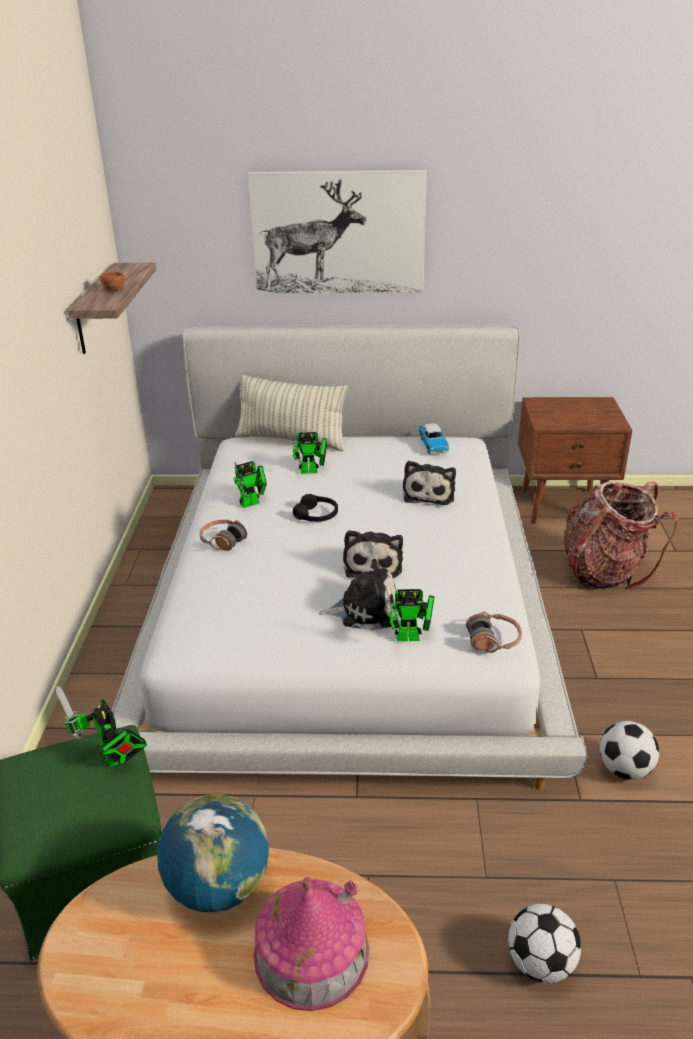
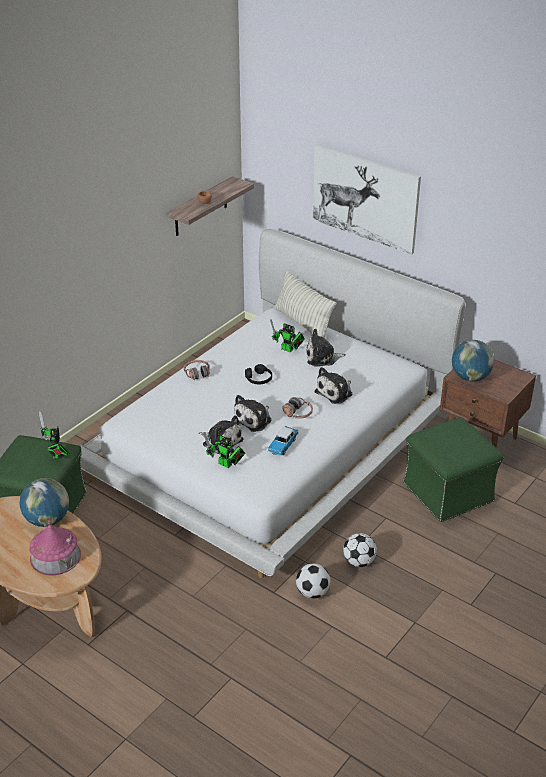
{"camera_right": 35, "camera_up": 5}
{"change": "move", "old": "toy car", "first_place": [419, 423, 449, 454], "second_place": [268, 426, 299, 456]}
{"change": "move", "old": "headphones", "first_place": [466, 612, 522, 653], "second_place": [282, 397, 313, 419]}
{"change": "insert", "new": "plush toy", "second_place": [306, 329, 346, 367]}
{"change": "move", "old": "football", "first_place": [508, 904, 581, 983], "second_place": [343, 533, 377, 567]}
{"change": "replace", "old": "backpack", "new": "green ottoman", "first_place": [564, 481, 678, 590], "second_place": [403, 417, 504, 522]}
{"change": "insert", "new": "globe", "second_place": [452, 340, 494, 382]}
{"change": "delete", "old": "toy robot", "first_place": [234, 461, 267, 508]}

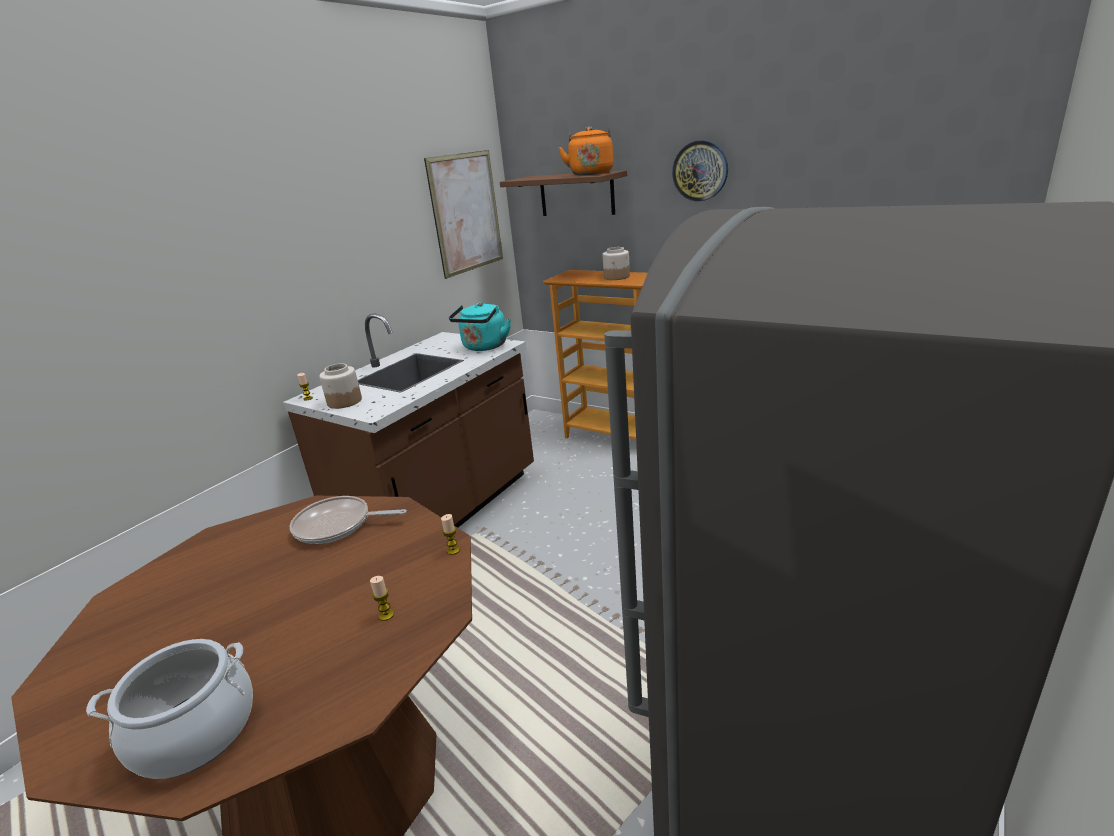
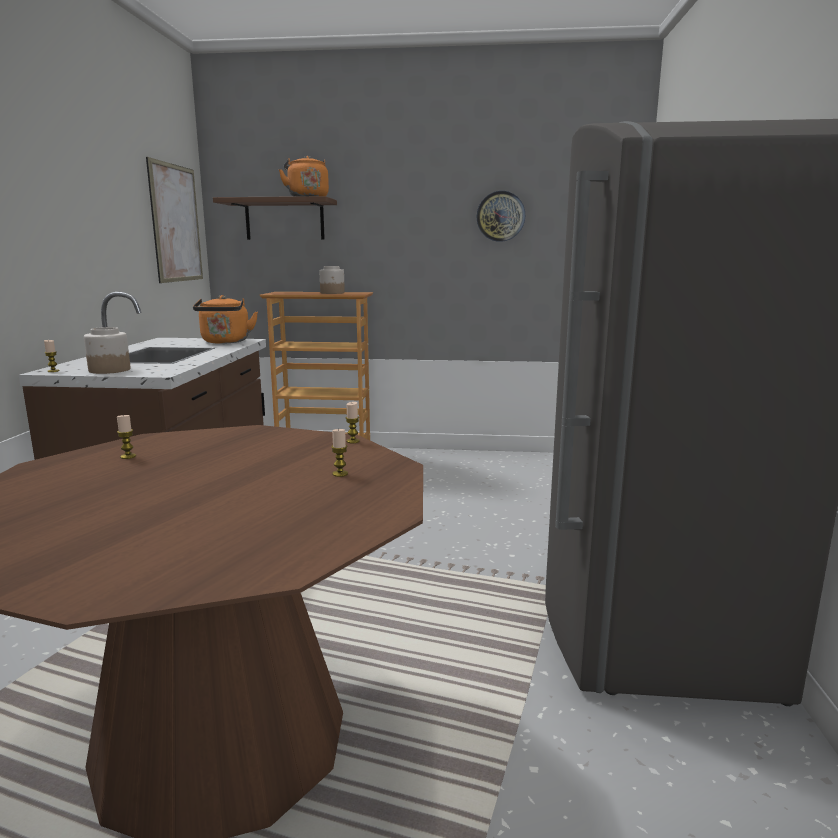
{"camera_right": -30, "camera_up": -10}
{"change": "insert", "new": "candle", "second_place": [117, 415, 136, 459]}
{"change": "recolor", "old": "turquoise kettle", "new": "orange kettle", "first_place": [449, 302, 511, 351], "second_place": [193, 295, 258, 344]}
{"change": "move", "old": "wall clock", "first_place": [672, 140, 728, 201], "second_place": [477, 191, 525, 242]}
{"change": "delete", "old": "cooking pot", "first_place": [86, 639, 253, 779]}
{"change": "delete", "old": "frying pan", "first_place": [290, 496, 407, 544]}

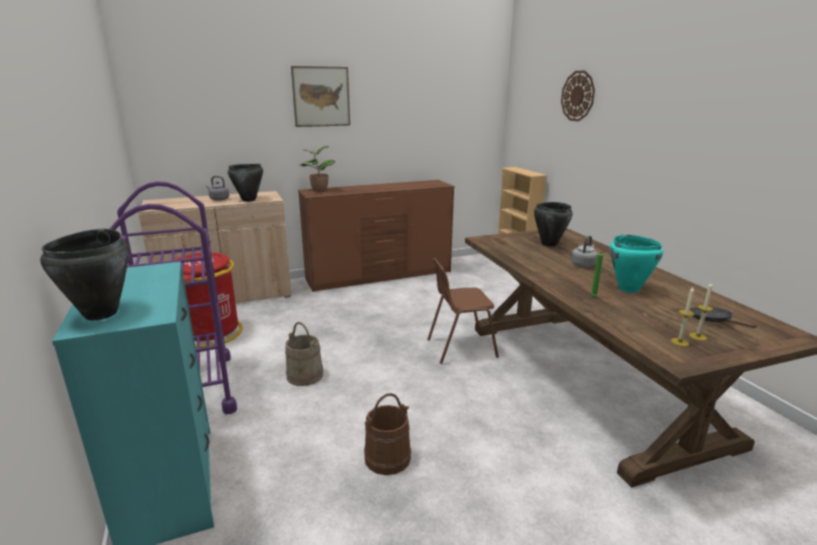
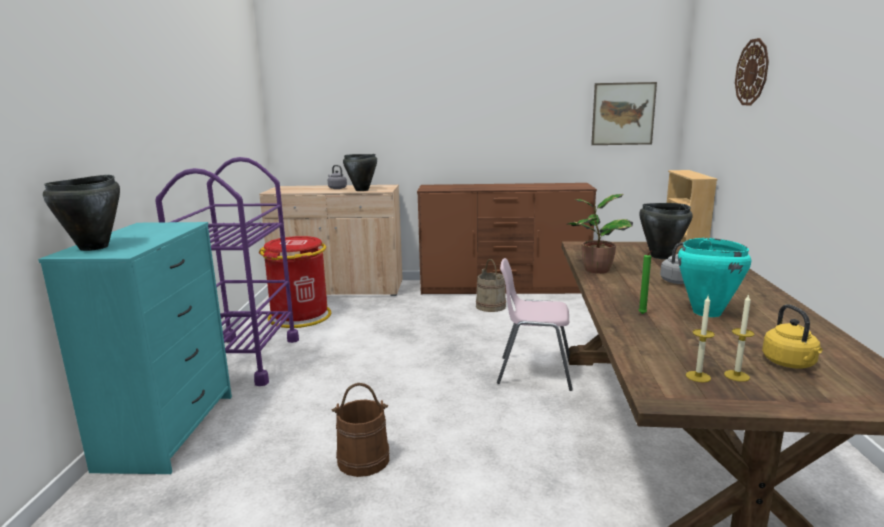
{"camera_right": 25, "camera_up": -5}
{"change": "move", "old": "beige bucket", "first_place": [285, 322, 323, 386], "second_place": [476, 259, 506, 312]}
{"change": "recolor", "old": "brown chair", "new": "pink chair", "first_place": [427, 258, 499, 364], "second_place": [497, 258, 573, 391]}
{"change": "move", "old": "potted plant", "first_place": [300, 146, 335, 192], "second_place": [567, 194, 633, 274]}
{"change": "move", "old": "picture", "first_place": [291, 66, 350, 127], "second_place": [591, 82, 657, 145]}
{"change": "replace", "old": "black frying pan", "new": "yellow kettle", "first_place": [690, 307, 757, 328], "second_place": [762, 304, 823, 369]}

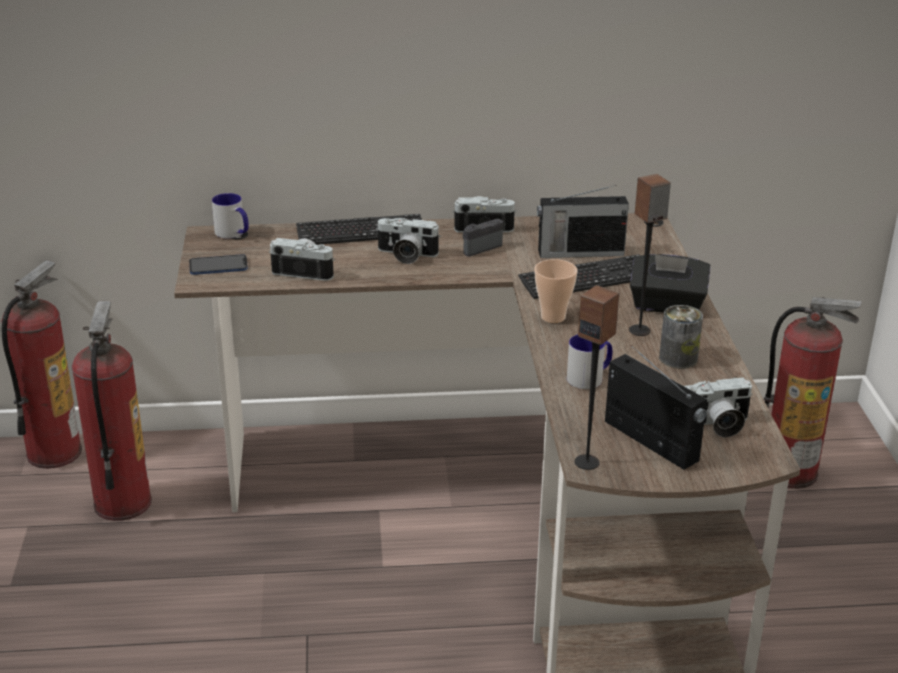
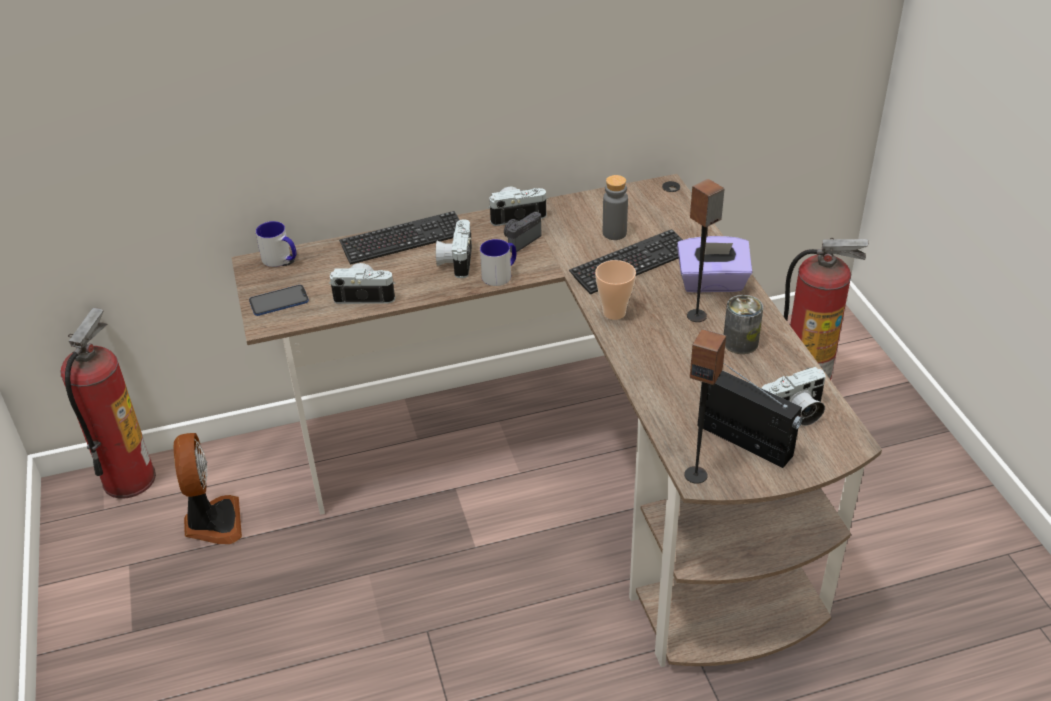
{"camera_right": -10, "camera_up": 10}
{"change": "replace", "old": "fire extinguisher", "new": "fan", "first_place": [72, 301, 152, 521], "second_place": [173, 433, 242, 544]}
{"change": "rotate", "old": "photo camera", "first_place": [376, 218, 441, 264], "second_place": [436, 219, 472, 278], "degrees": 90}
{"change": "move", "old": "mug", "first_place": [567, 334, 612, 389], "second_place": [480, 239, 516, 286]}
{"change": "replace", "old": "radio", "new": "grey bottle", "first_place": [537, 185, 629, 258], "second_place": [603, 175, 628, 240]}
{"change": "recolor", "old": "black tissue box", "new": "purple tissue box", "first_place": [630, 254, 711, 313], "second_place": [677, 236, 753, 293]}

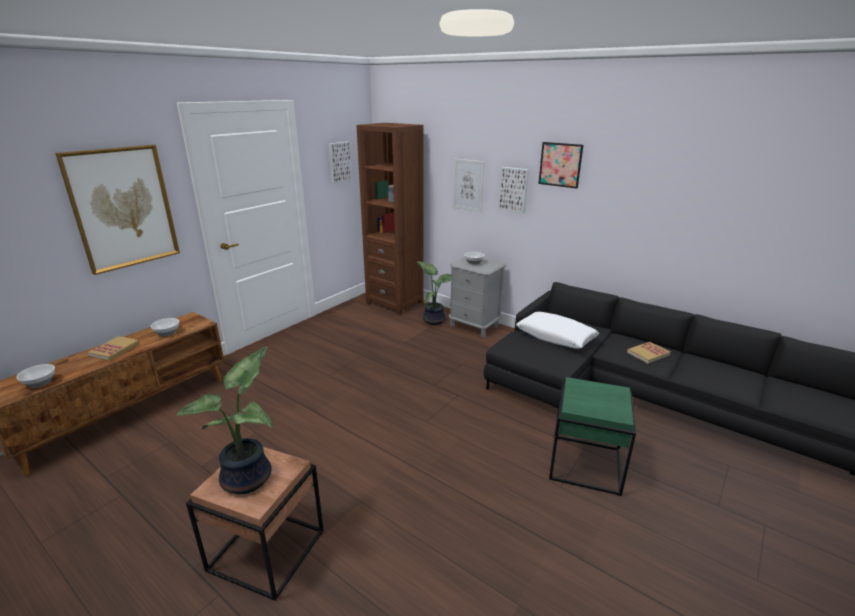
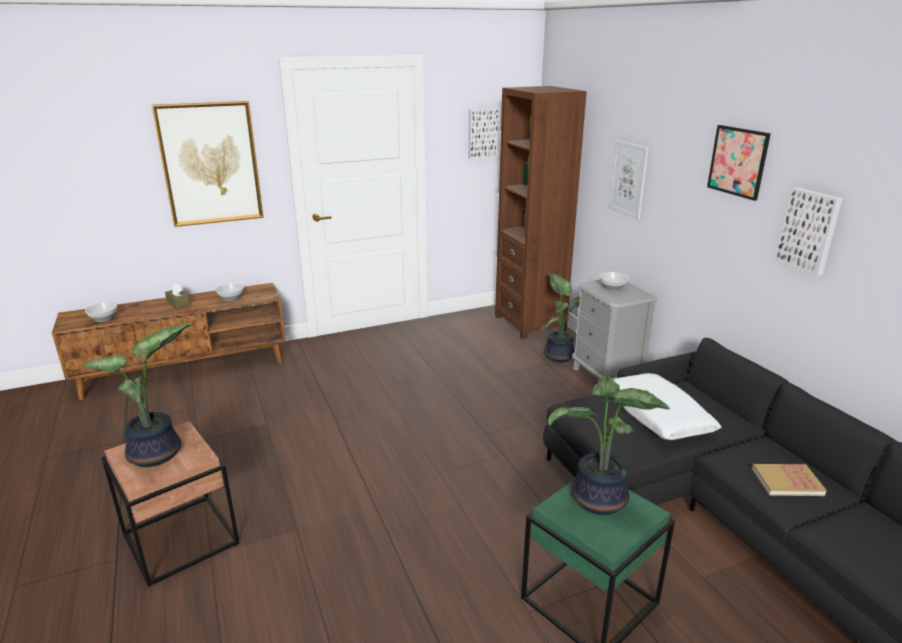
{"camera_right": 30, "camera_up": 0}
{"change": "replace", "old": "book", "new": "brown tissue box", "first_place": [88, 336, 140, 361], "second_place": [165, 283, 190, 310]}
{"change": "insert", "new": "potted plant", "second_place": [548, 376, 670, 515]}
{"change": "move", "old": "picture", "first_place": [499, 167, 529, 213], "second_place": [775, 187, 843, 276]}

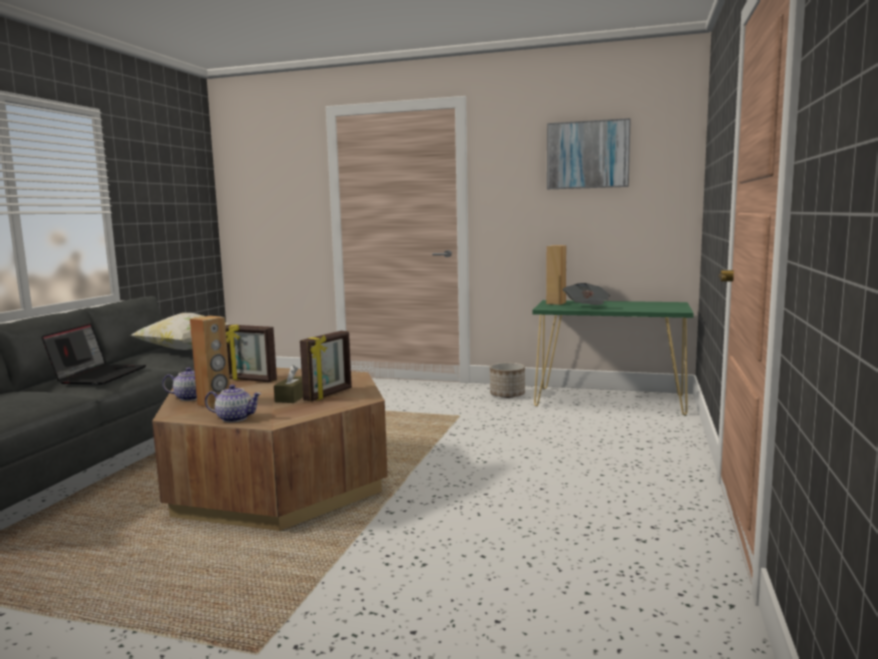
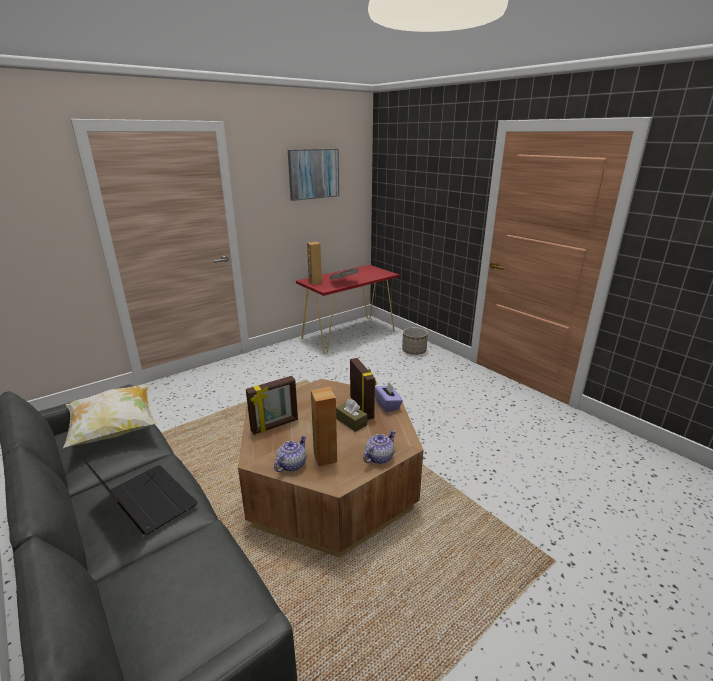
{"camera_right": -55, "camera_up": 15}
{"change": "recolor", "old": "green console table", "new": "red console table", "first_place": [532, 300, 694, 415], "second_place": [296, 265, 399, 354]}
{"change": "insert", "new": "purple tissue box", "second_place": [375, 382, 403, 412]}
{"change": "move", "old": "planter", "first_place": [490, 363, 525, 398], "second_place": [402, 327, 428, 355]}

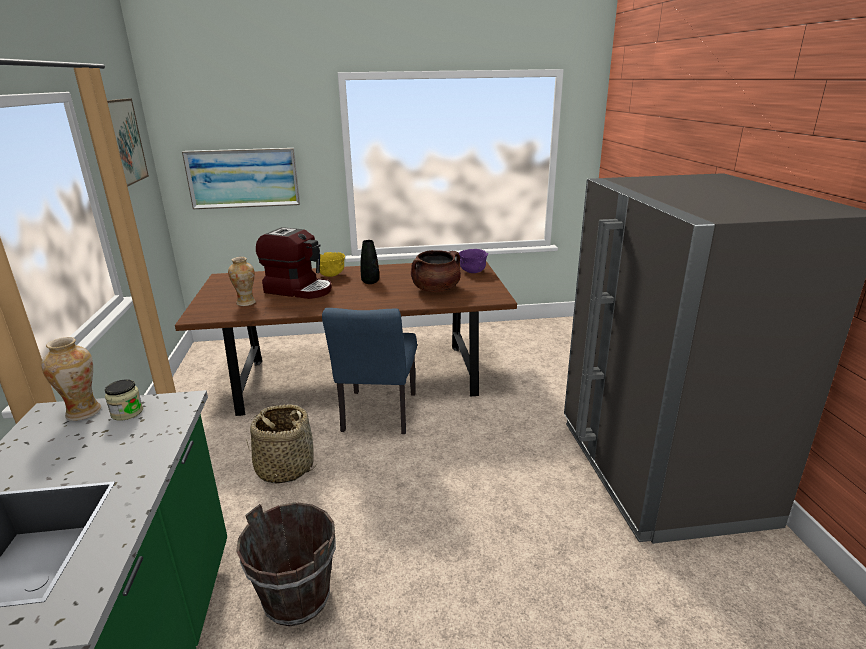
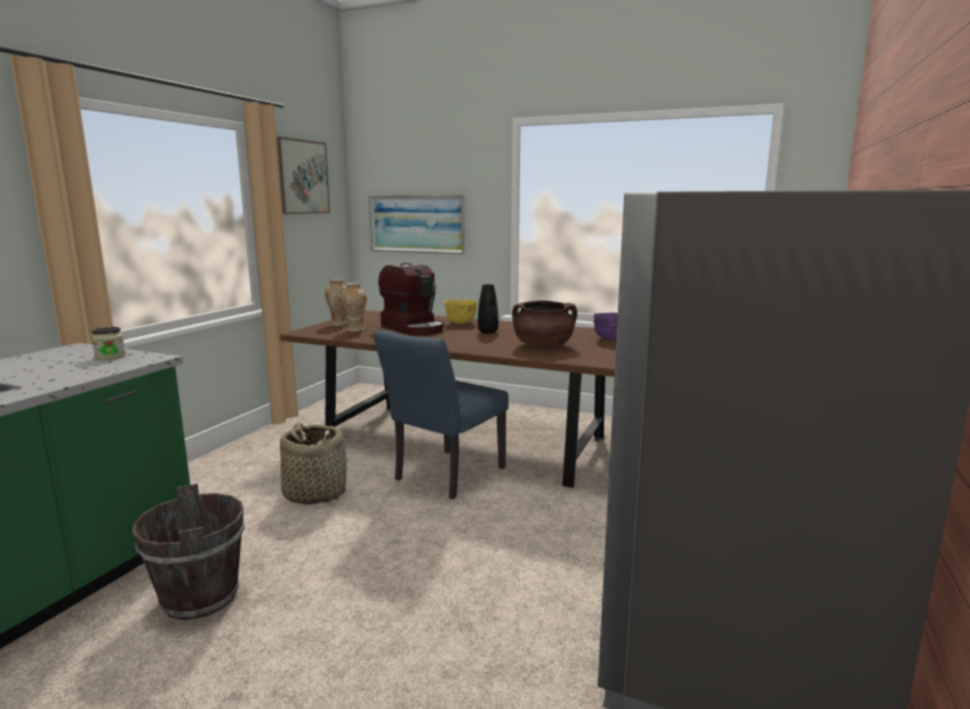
{"camera_right": 30, "camera_up": -10}
{"change": "move", "old": "vase", "first_place": [41, 337, 101, 421], "second_place": [325, 279, 348, 326]}

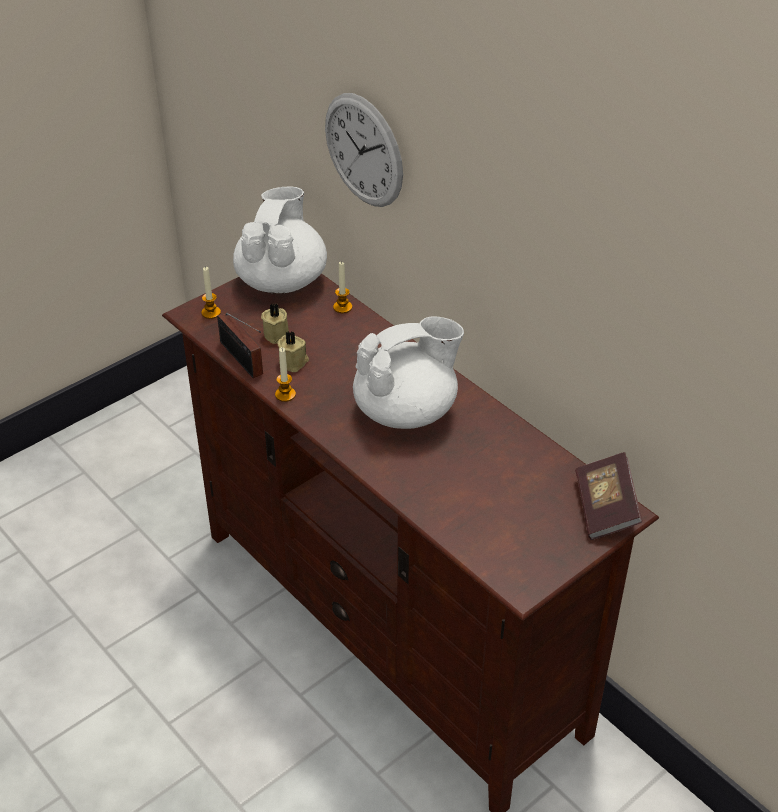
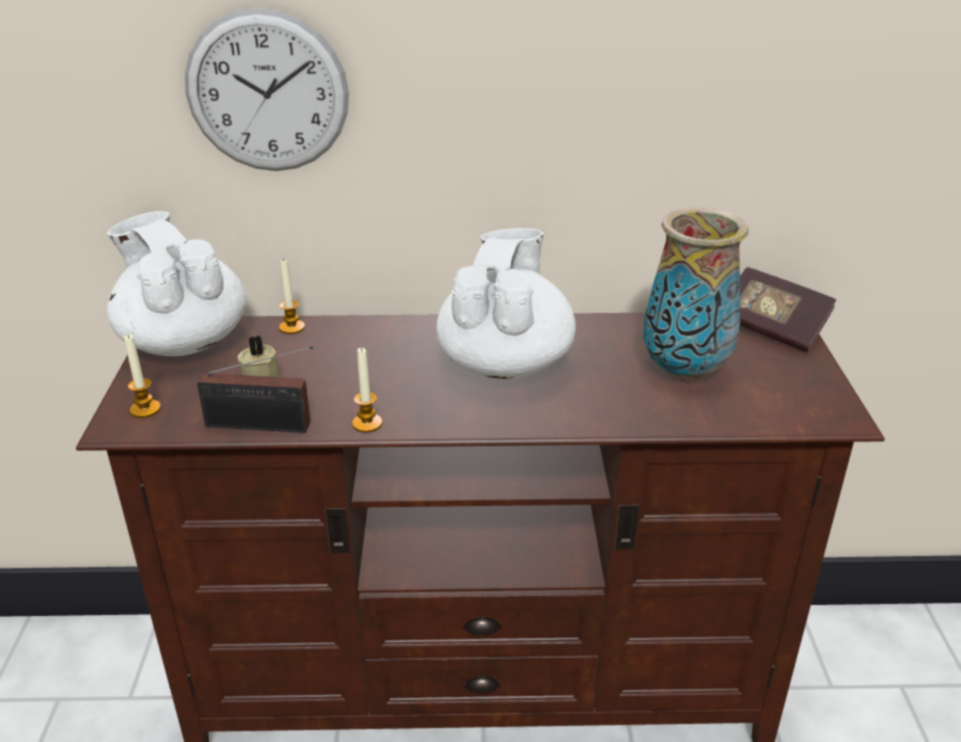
{"camera_right": -50, "camera_up": -10}
{"change": "insert", "new": "vase", "second_place": [643, 207, 748, 381]}
{"change": "delete", "old": "beige candle", "first_place": [277, 331, 309, 372]}

